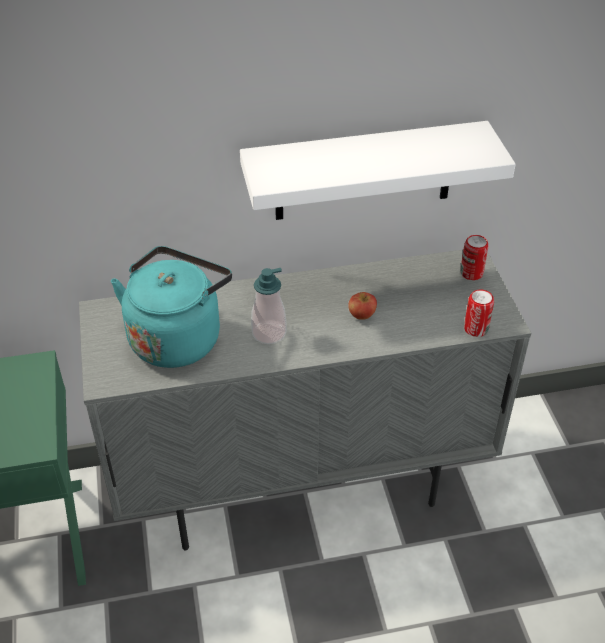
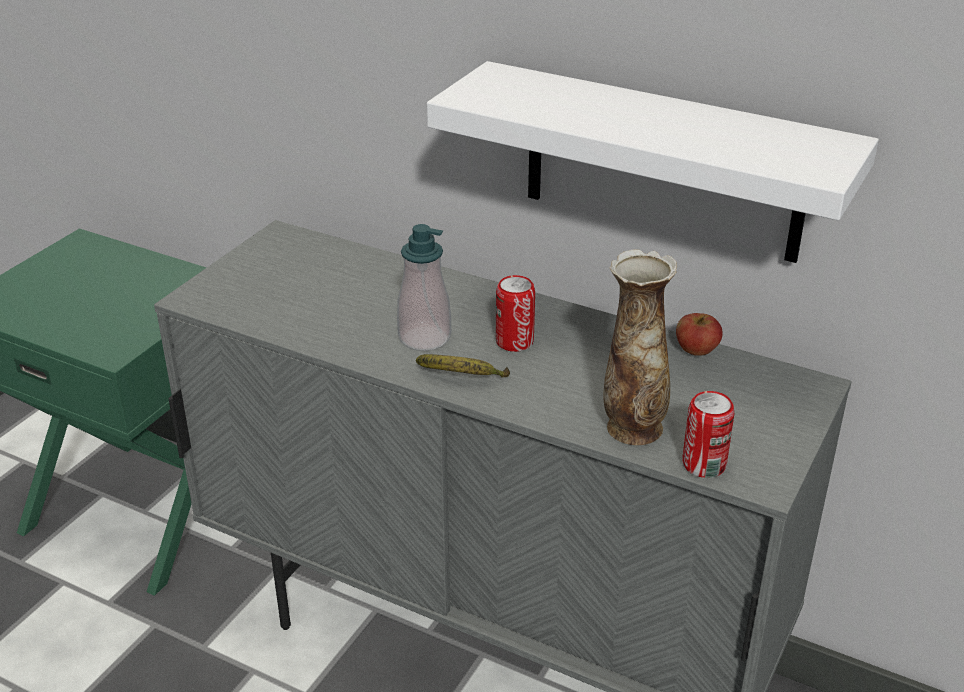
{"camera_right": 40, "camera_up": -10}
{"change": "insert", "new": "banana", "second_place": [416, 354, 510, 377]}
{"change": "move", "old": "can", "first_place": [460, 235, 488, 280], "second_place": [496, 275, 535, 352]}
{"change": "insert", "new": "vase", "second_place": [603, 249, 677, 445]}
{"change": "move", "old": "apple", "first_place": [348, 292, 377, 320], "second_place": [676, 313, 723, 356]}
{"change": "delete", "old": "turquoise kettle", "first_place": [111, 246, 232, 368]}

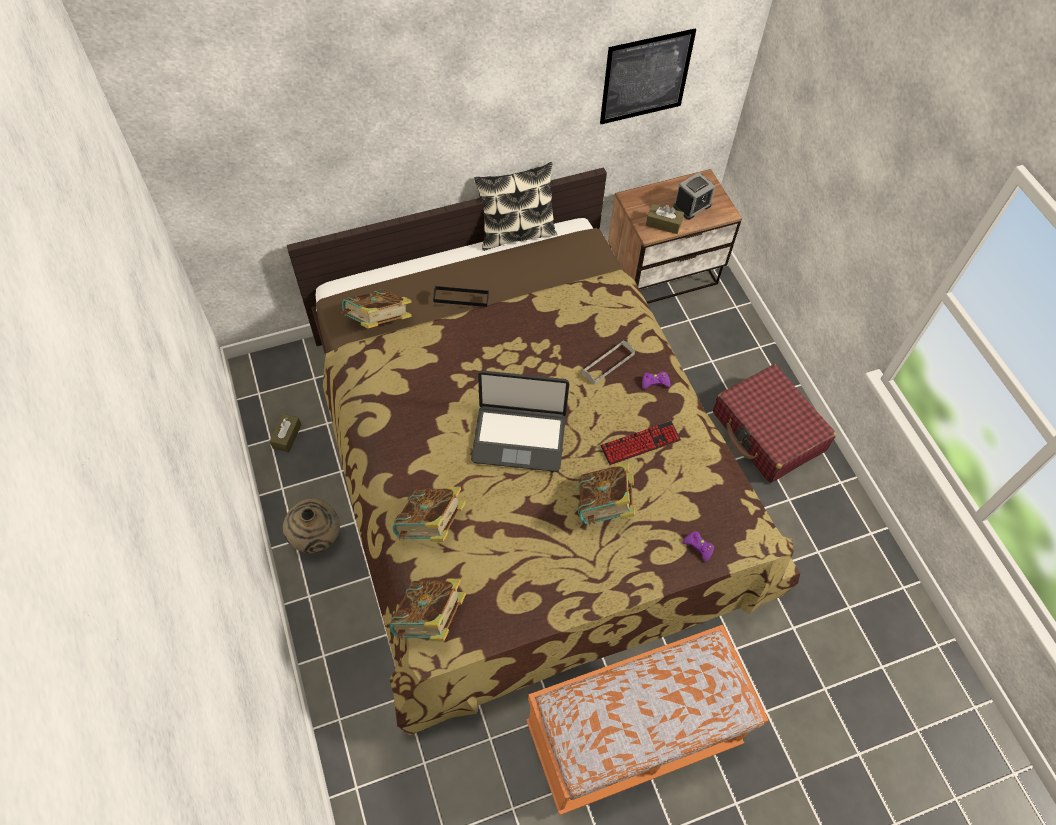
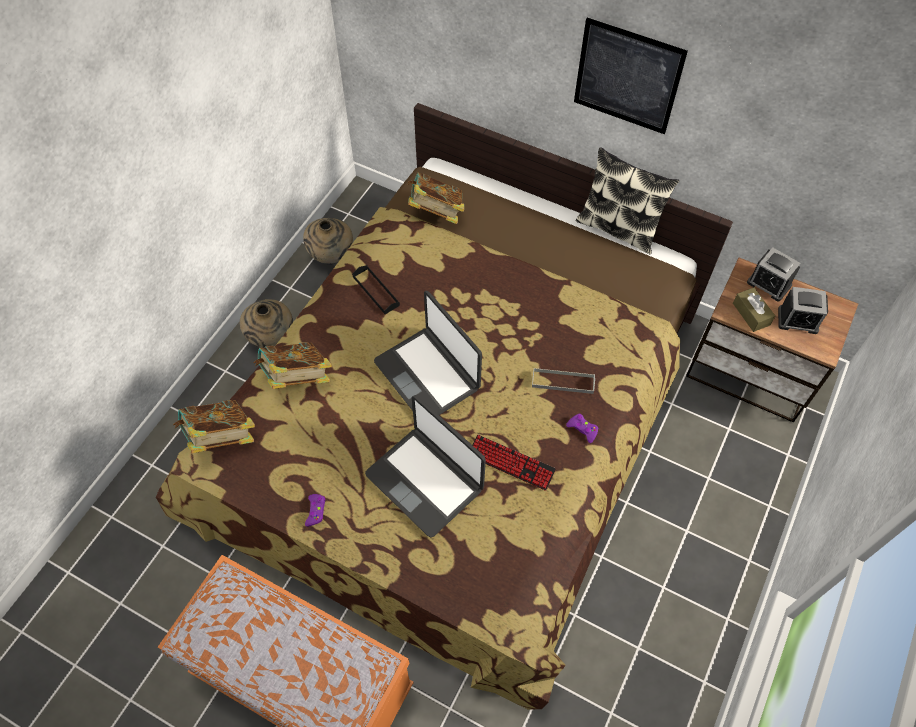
{"camera_right": 50, "camera_up": 0}
{"change": "replace", "old": "brown tissue box", "new": "beige vase", "first_place": [269, 414, 301, 452], "second_place": [303, 218, 353, 264]}
{"change": "move", "old": "purple game controller", "first_place": [682, 531, 714, 562], "second_place": [305, 494, 325, 527]}
{"change": "move", "old": "black tray", "first_place": [433, 286, 489, 307], "second_place": [352, 265, 400, 314]}
{"change": "replace", "old": "book", "new": "laptop", "first_place": [578, 462, 635, 526], "second_place": [365, 395, 486, 537]}
{"change": "move", "old": "picture", "first_place": [600, 29, 696, 124], "second_place": [574, 18, 688, 134]}
{"change": "insert", "new": "alarm clock", "second_place": [747, 248, 800, 302]}
{"change": "delete", "old": "red suitcase", "first_place": [713, 364, 836, 483]}

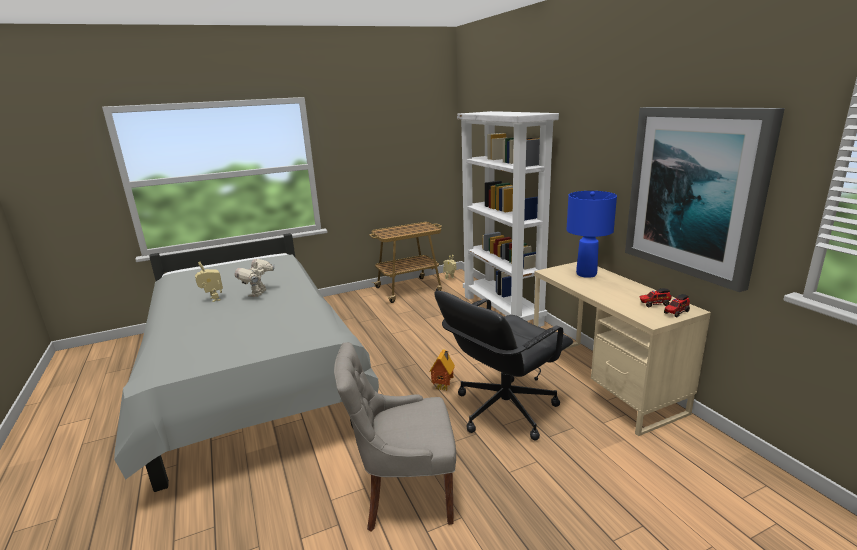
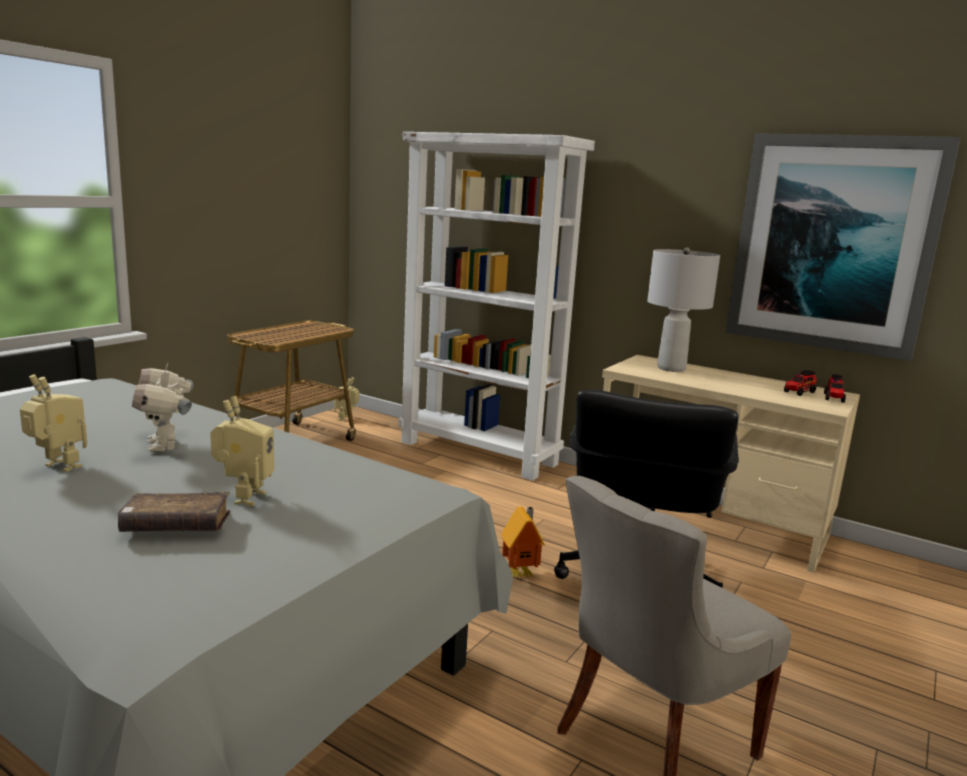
{"camera_right": -35, "camera_up": -5}
{"change": "insert", "new": "brown book", "second_place": [117, 492, 231, 532]}
{"change": "insert", "new": "toy robot", "second_place": [210, 396, 274, 506]}
{"change": "recolor", "old": "blue table lamp", "new": "grey table lamp", "first_place": [567, 191, 617, 278], "second_place": [647, 247, 720, 372]}

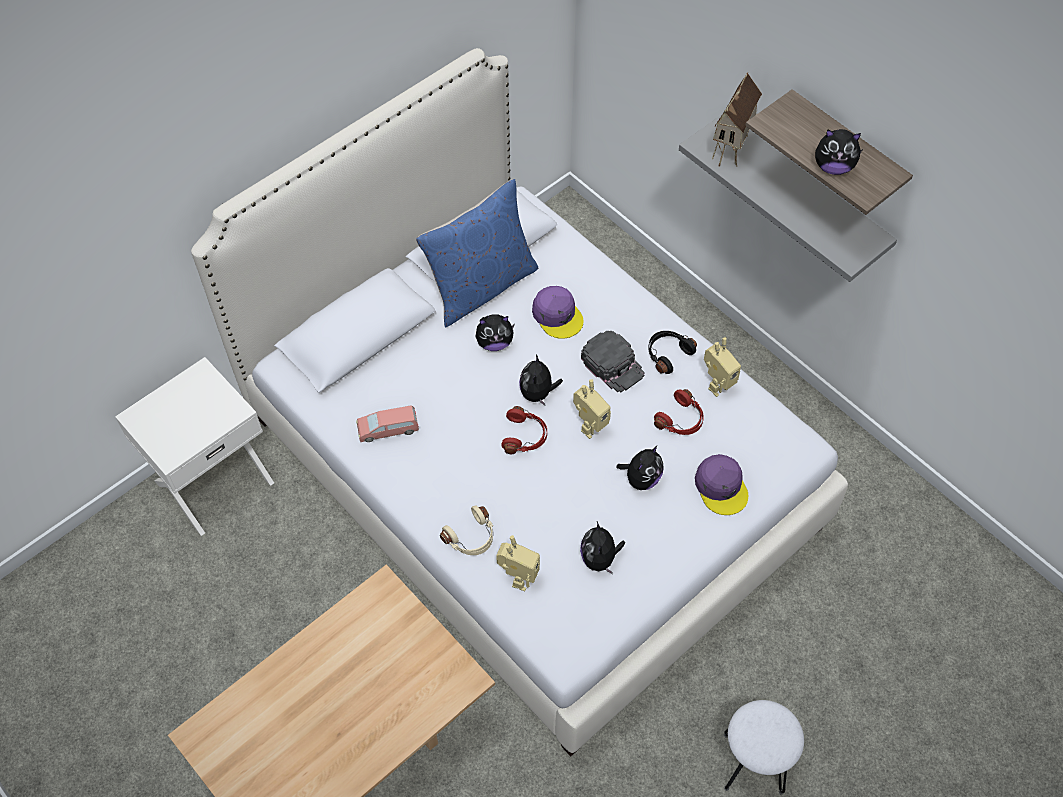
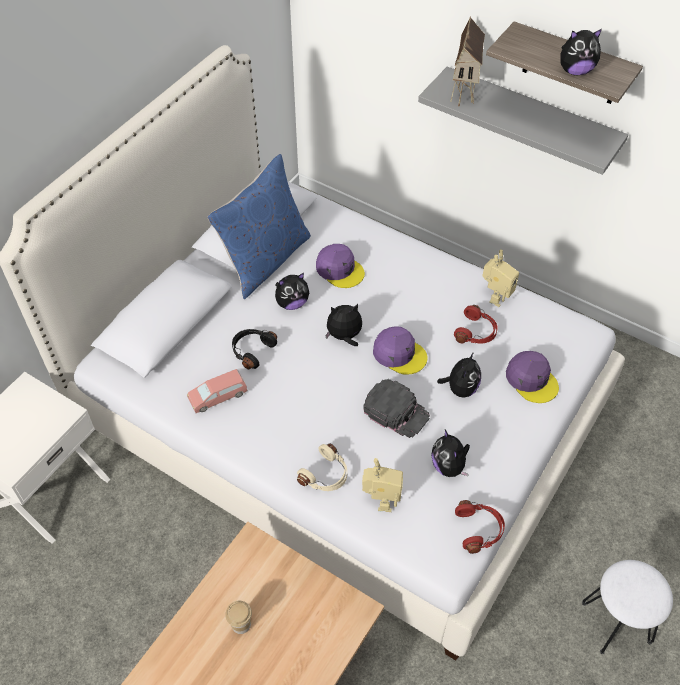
{"camera_right": -15, "camera_up": -5}
{"change": "insert", "new": "cup", "second_place": [225, 601, 252, 634]}
{"change": "move", "old": "black headphones", "first_place": [649, 331, 697, 374], "second_place": [232, 329, 277, 369]}
{"change": "rotate", "old": "plush toy", "first_place": [519, 354, 563, 406], "second_place": [326, 304, 362, 346], "degrees": 90}
{"change": "move", "old": "black cap", "first_place": [581, 330, 645, 392], "second_place": [363, 379, 430, 438]}
{"change": "replace", "old": "toy robot", "new": "purple cap", "first_place": [573, 379, 611, 439], "second_place": [373, 326, 428, 375]}
{"change": "move", "old": "red headphones", "first_place": [501, 406, 547, 454], "second_place": [455, 500, 505, 554]}

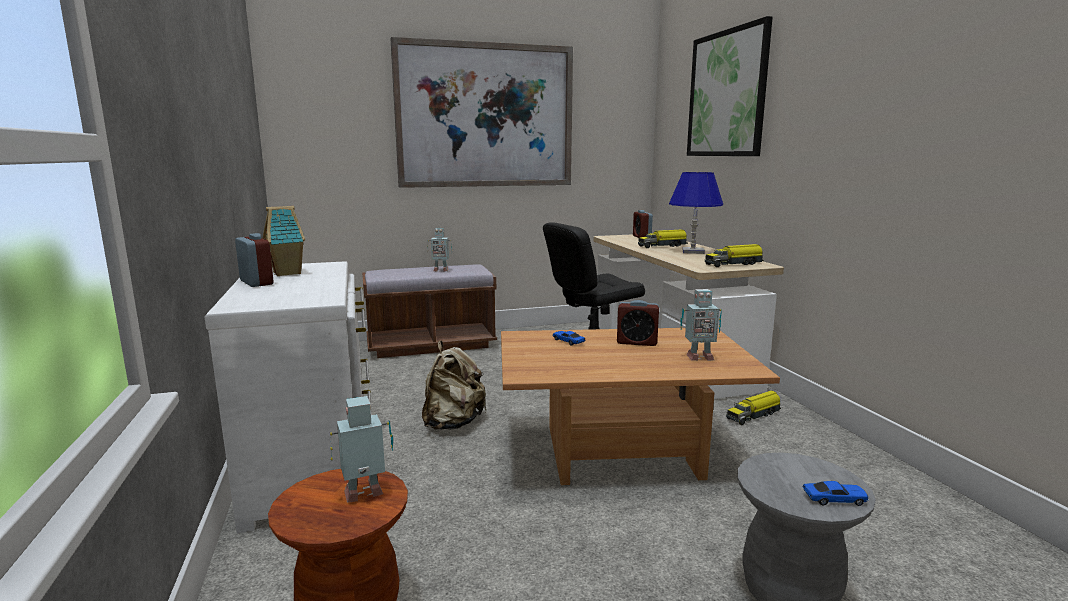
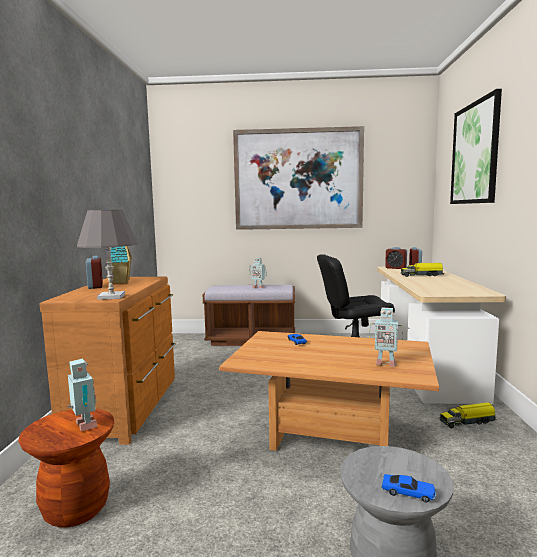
{"camera_right": 20, "camera_up": -5}
{"change": "recolor", "old": "white dresser", "new": "brown dresser", "first_place": [205, 261, 372, 533], "second_place": [40, 277, 176, 445]}
{"change": "rotate", "old": "toy robot", "first_place": [330, 396, 393, 503], "second_place": [68, 359, 97, 431], "degrees": 60}
{"change": "insert", "new": "grey table lamp", "second_place": [77, 210, 138, 300]}
{"change": "move", "old": "alarm clock", "first_place": [617, 300, 659, 346], "second_place": [385, 247, 407, 269]}
{"change": "delete", "old": "beige backpack", "first_place": [422, 341, 486, 430]}
{"change": "delete", "old": "blue table lamp", "first_place": [669, 172, 723, 254]}
{"change": "delete", "old": "toy truck", "first_place": [705, 244, 764, 267]}

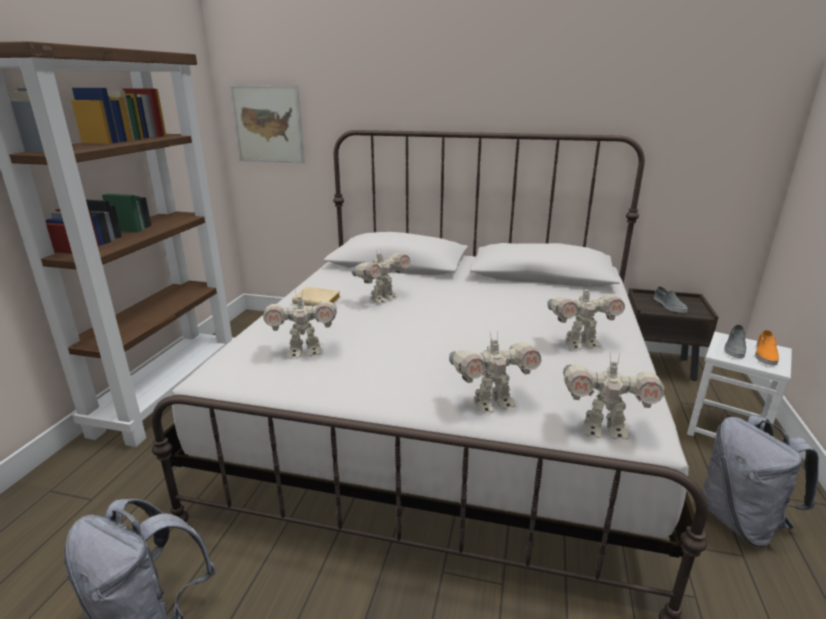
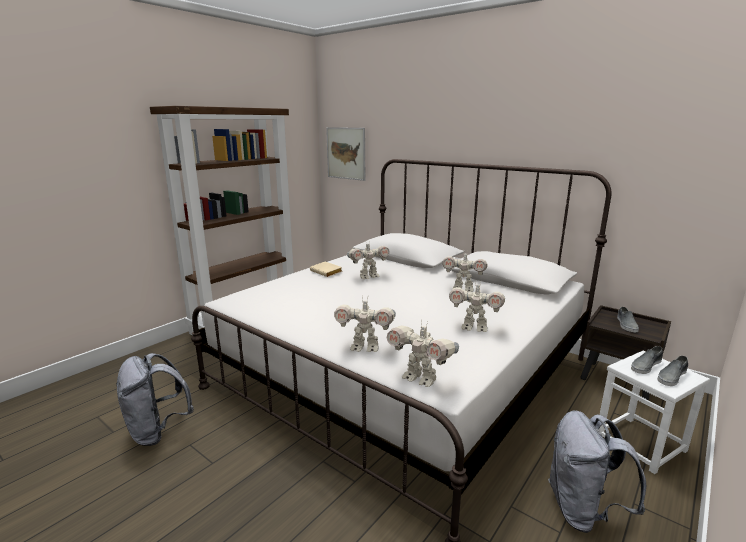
{"camera_right": 25, "camera_up": -5}
{"change": "move", "old": "toy robot", "first_place": [263, 290, 337, 358], "second_place": [442, 249, 488, 292]}
{"change": "recolor", "old": "orange shoe", "new": "grey shoe", "first_place": [755, 330, 779, 366], "second_place": [657, 356, 688, 386]}

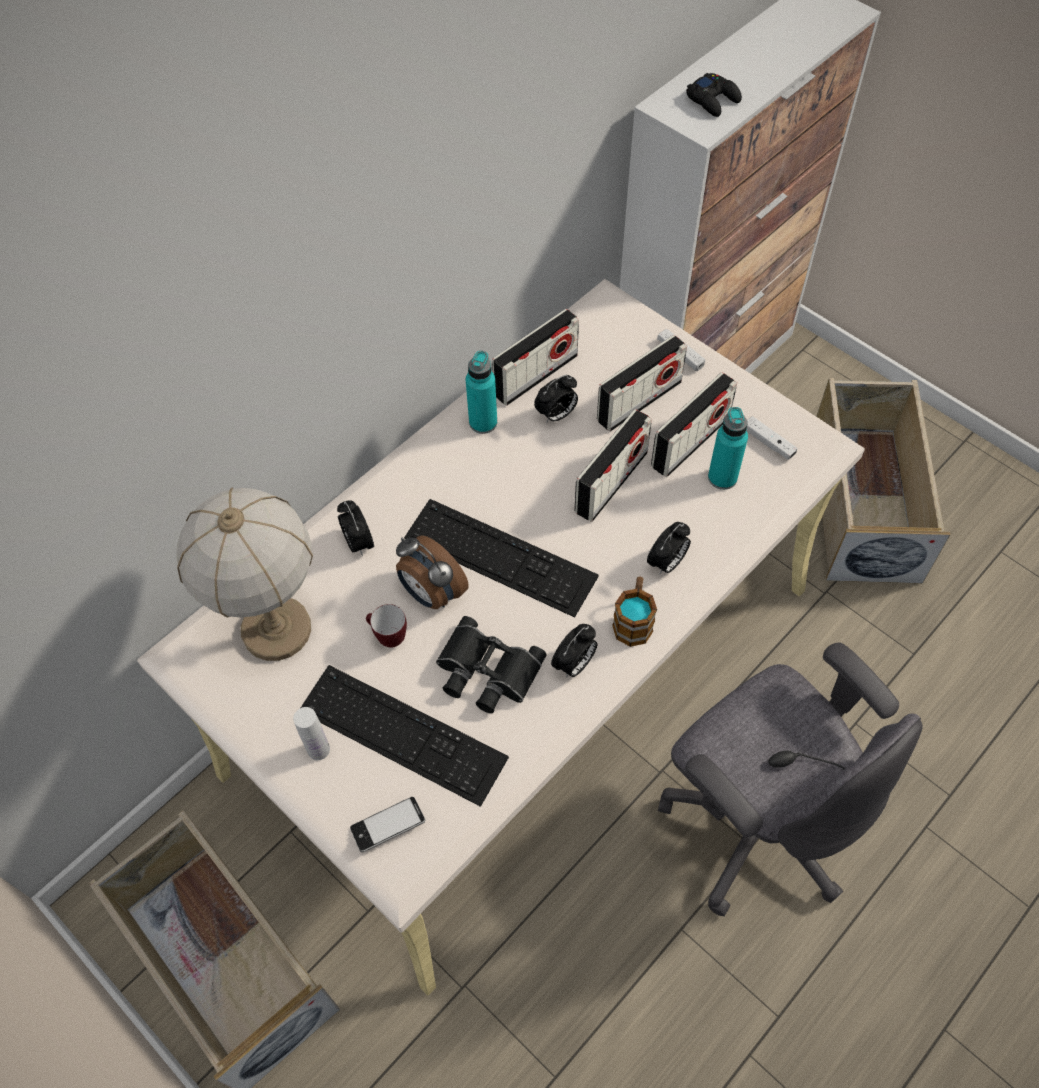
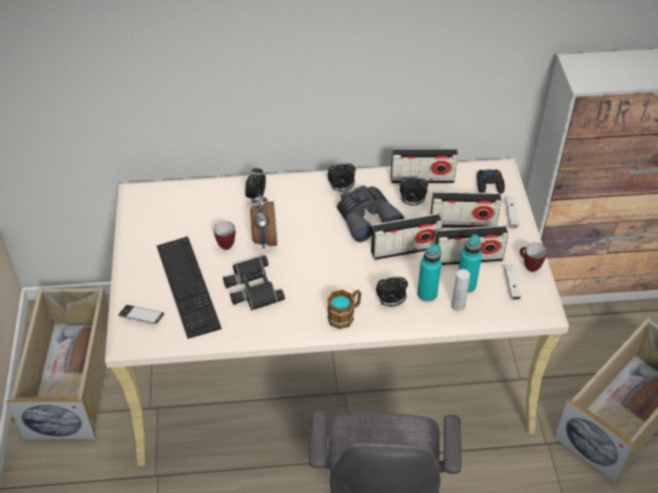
{"camera_right": 40, "camera_up": -10}
{"change": "move", "old": "alarm clock", "first_place": [551, 624, 597, 678], "second_place": [328, 162, 356, 191]}
{"change": "insert", "new": "grey binoculars", "second_place": [337, 186, 404, 242]}
{"change": "move", "old": "turquoise bottle", "first_place": [466, 351, 497, 434], "second_place": [417, 244, 442, 302]}
{"change": "move", "old": "white bottle", "first_place": [293, 707, 330, 760], "second_place": [451, 269, 470, 311]}
{"change": "move", "old": "black game controller", "first_place": [686, 73, 742, 117], "second_place": [477, 169, 505, 194]}
{"change": "insert", "new": "mug", "second_place": [520, 243, 547, 272]}
{"change": "delete", "old": "table lamp", "first_place": [176, 488, 313, 661]}
{"change": "delete", "old": "keyboard", "first_place": [404, 499, 599, 617]}

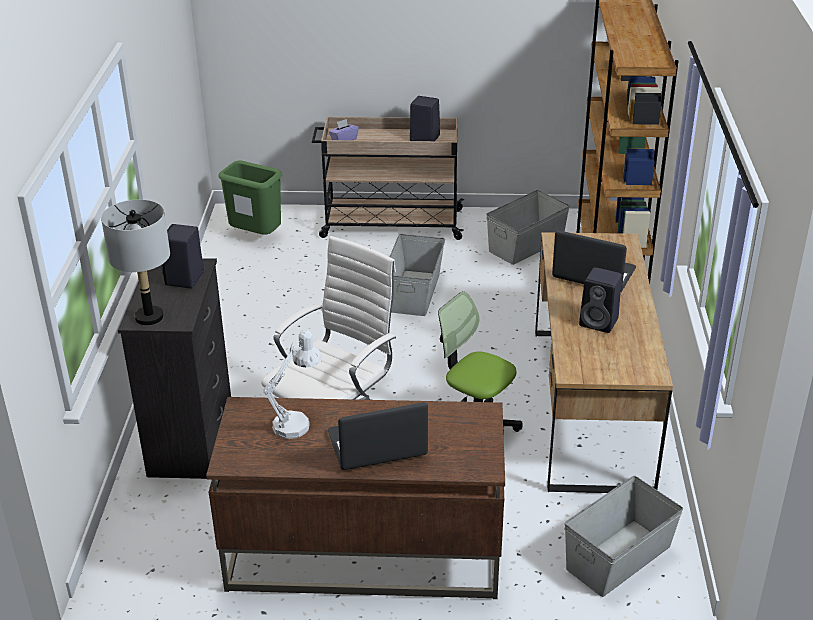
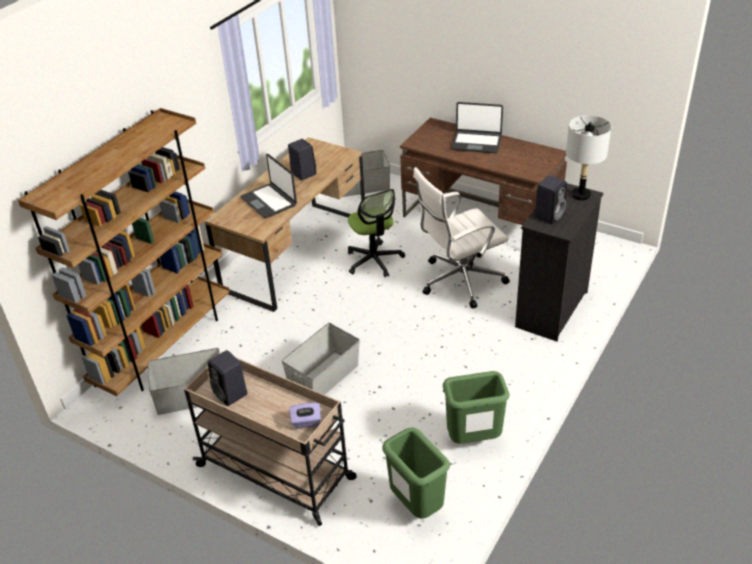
{"camera_right": -150, "camera_up": 5}
{"change": "insert", "new": "green trash can", "second_place": [443, 371, 510, 444]}
{"change": "delete", "old": "white table lamp", "first_place": [263, 330, 321, 439]}

